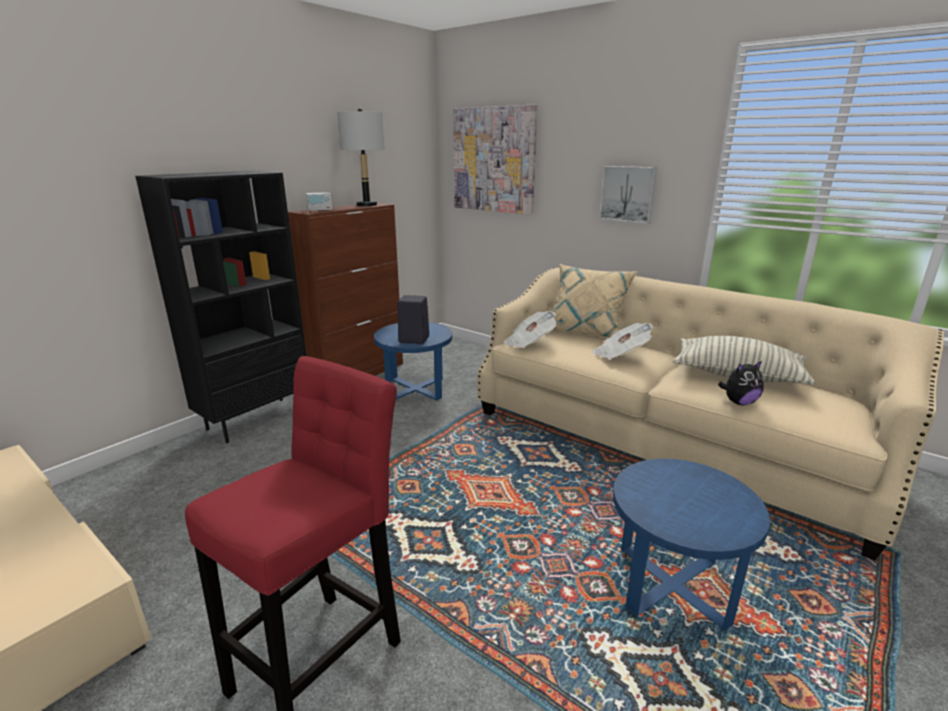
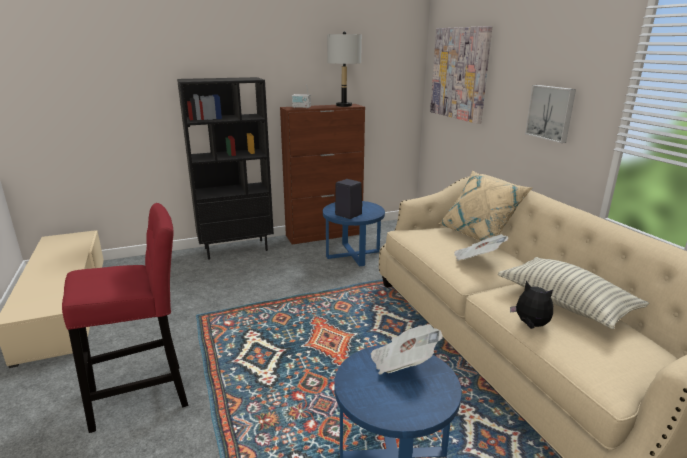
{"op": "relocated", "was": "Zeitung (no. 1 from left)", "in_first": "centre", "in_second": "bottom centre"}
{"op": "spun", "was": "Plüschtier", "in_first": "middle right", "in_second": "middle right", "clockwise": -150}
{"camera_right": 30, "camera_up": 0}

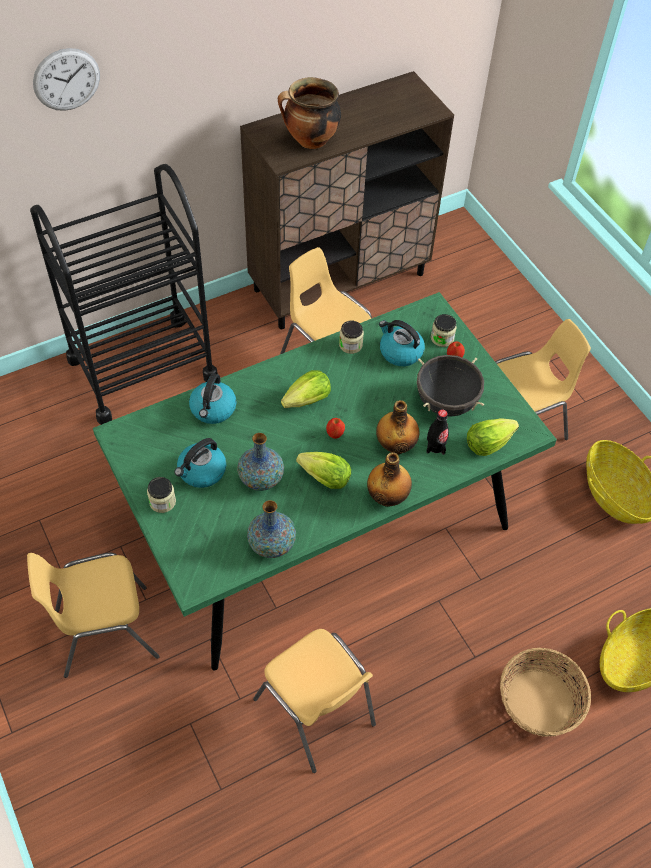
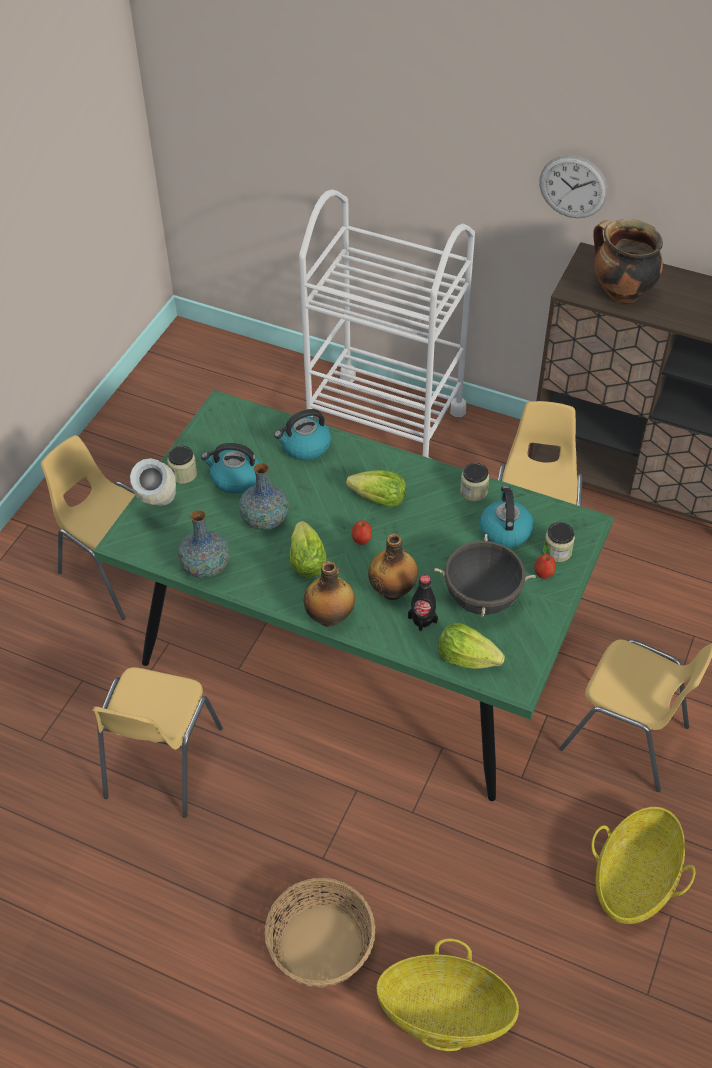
{"op": "relocated", "was": "Wanduhr", "in_first": "top left", "in_second": "top right"}
{"op": "colour", "was": "Rollwagen [schwarz]", "now": "Rollwagen [weiß]", "in_first": "middle left", "in_second": "top centre"}
{"op": "appeared", "now": "Vase (no. 1 from left)", "in_second": "middle left"}
{"camera_right": 55, "camera_up": -5}

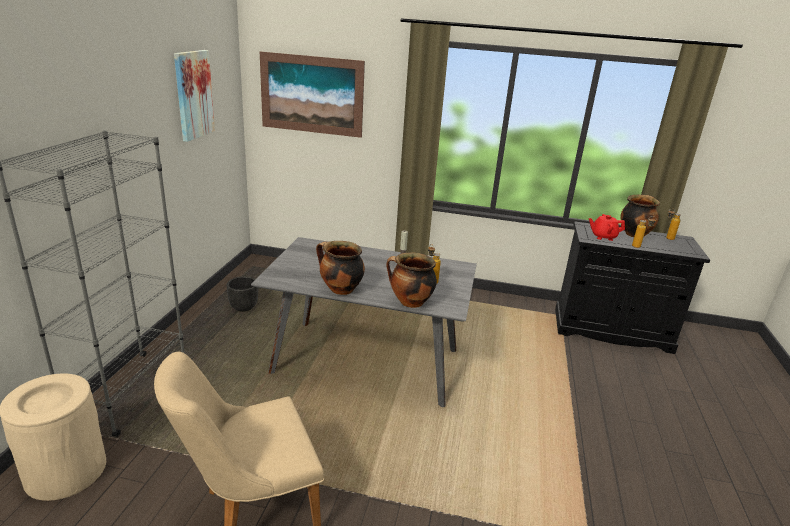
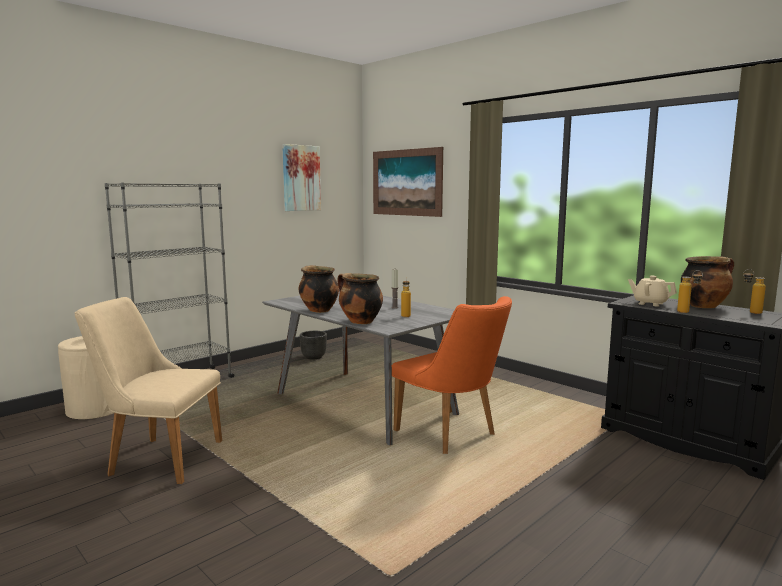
{"op": "colour", "was": "Teekanne [rot]", "now": "Teekanne [beige]", "in_first": "middle right", "in_second": "middle right"}
{"op": "appeared", "now": "Stuhl [orange]", "in_second": "centre"}
{"camera_right": 35, "camera_up": -15}

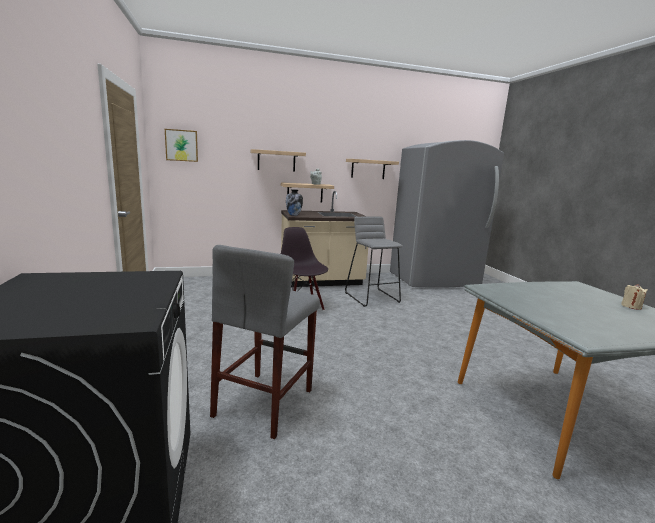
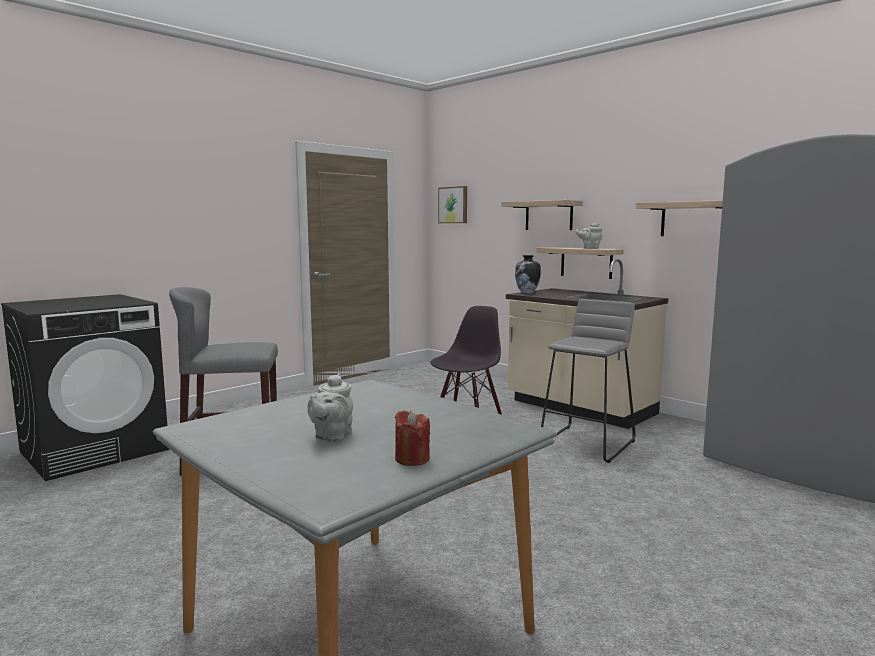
{"op": "colour", "was": "Kerze [beige]", "now": "Kerze [rot]", "in_first": "middle right", "in_second": "bottom centre"}
{"op": "appeared", "now": "Teekanne [grau] (no. 1 from left)", "in_second": "centre"}
{"camera_right": 60, "camera_up": -5}

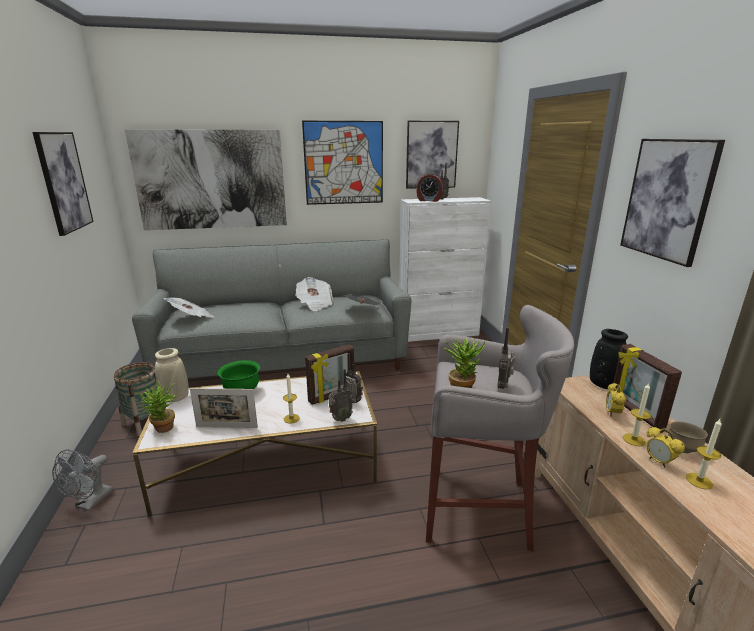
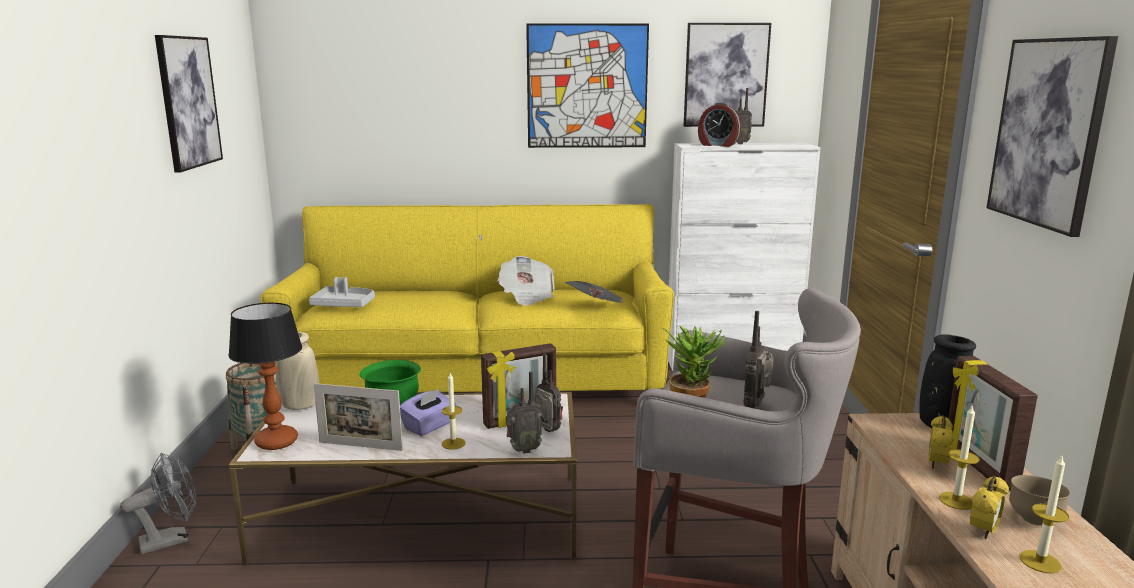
{"op": "missing", "was": "Bild (no. 2 from left)", "in_first": "top left"}
{"op": "colour", "was": "Sofa [grau]", "now": "Sofa [gelb]", "in_first": "centre", "in_second": "centre"}
{"op": "exchanged", "was": "Zeitung (no. 1 from left)", "now": "Tablett [grau]", "in_first": "middle left", "in_second": "middle left"}
{"op": "exchanged", "was": "Topfpflanze (no. 1 from left)", "now": "Tischlampe", "in_first": "middle left", "in_second": "middle left"}
{"op": "spun", "was": "Wecker (no. 3 from left)", "in_first": "bottom right", "in_second": "bottom right", "clockwise": -120}
{"op": "spun", "was": "Ventilator [grau]", "in_first": "bottom left", "in_second": "bottom left", "clockwise": -150}
{"op": "appeared", "now": "Taschentuchbox [lila]", "in_second": "bottom centre"}
{"camera_right": 10, "camera_up": -5}

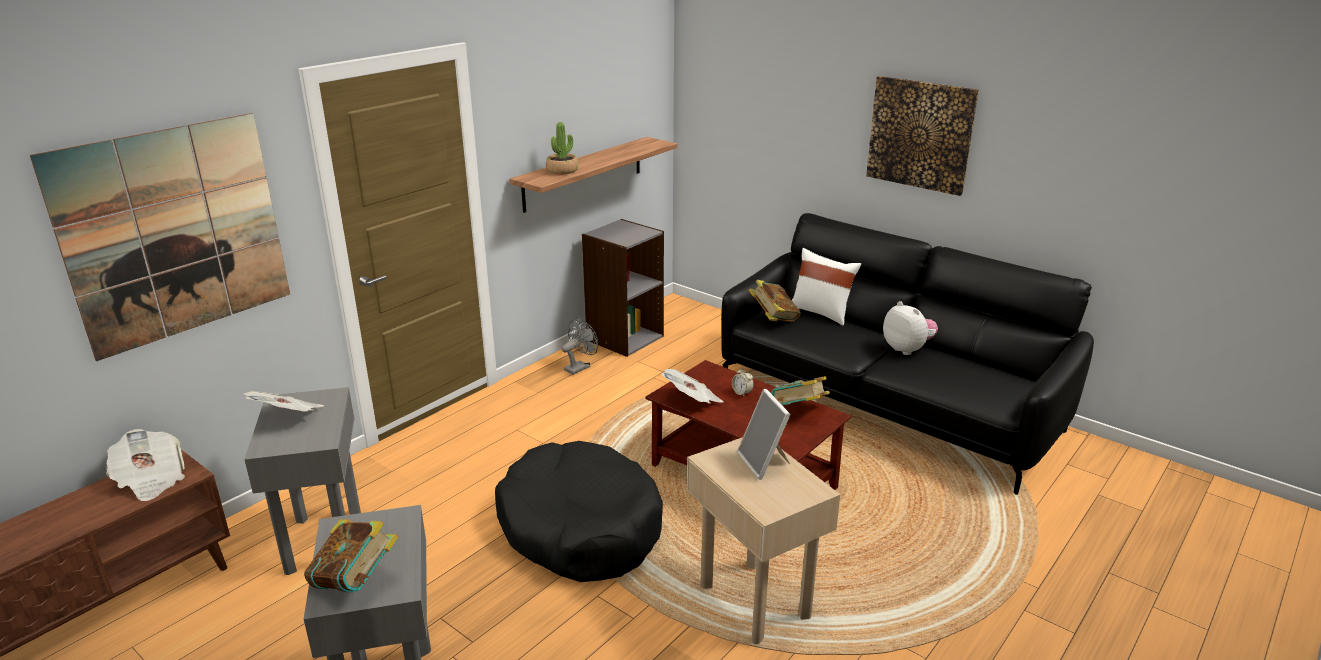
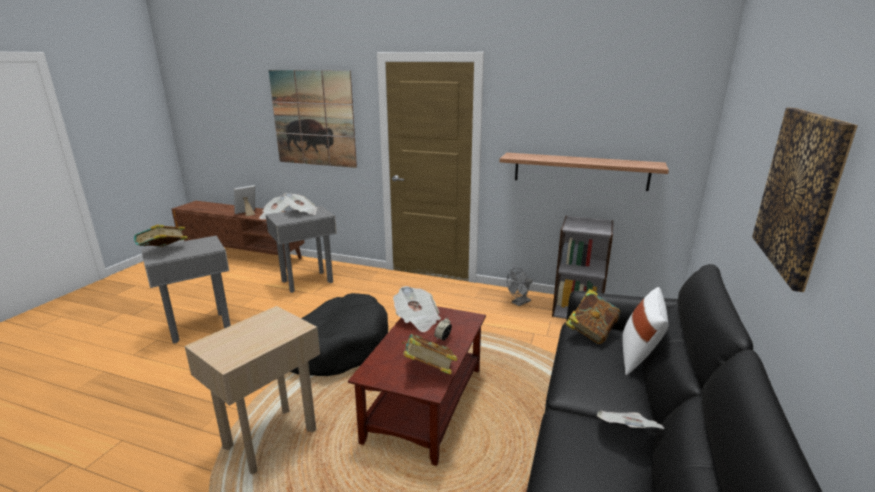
{"op": "missing", "was": "Topfpflanze", "in_first": "top centre"}
{"op": "exchanged", "was": "Plüschtier", "now": "Zeitung (no. 4 from left)", "in_first": "middle right", "in_second": "bottom right"}
{"op": "spun", "was": "Ventilator [grau]", "in_first": "centre", "in_second": "centre", "clockwise": 120}
{"op": "relocated", "was": "Bilderrahmen", "in_first": "centre", "in_second": "middle left"}
{"camera_right": 70, "camera_up": -5}

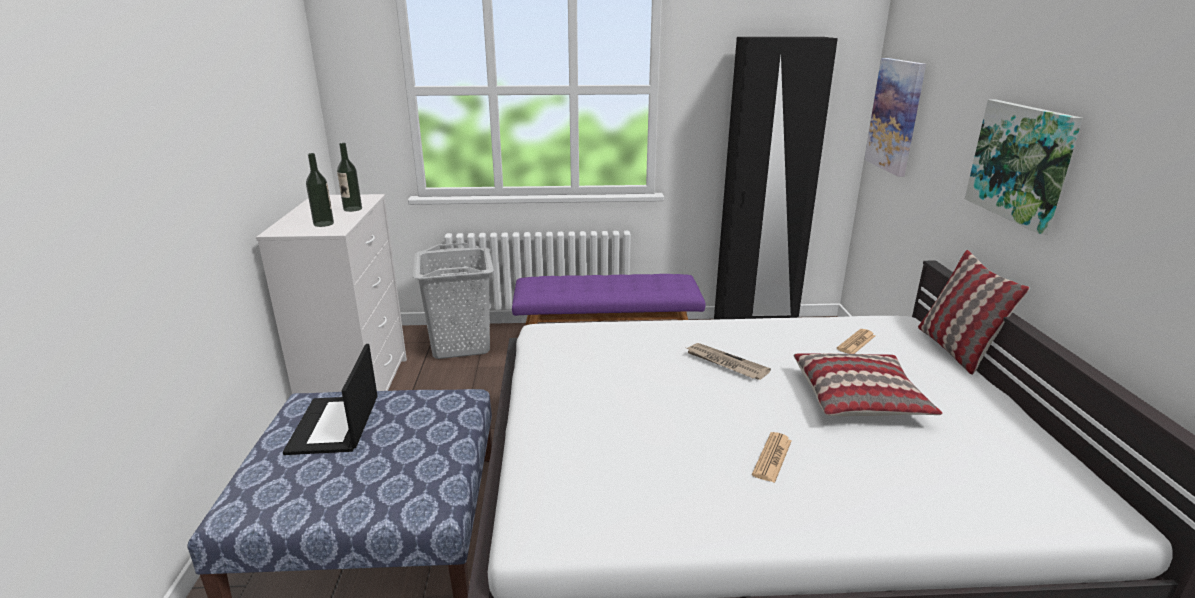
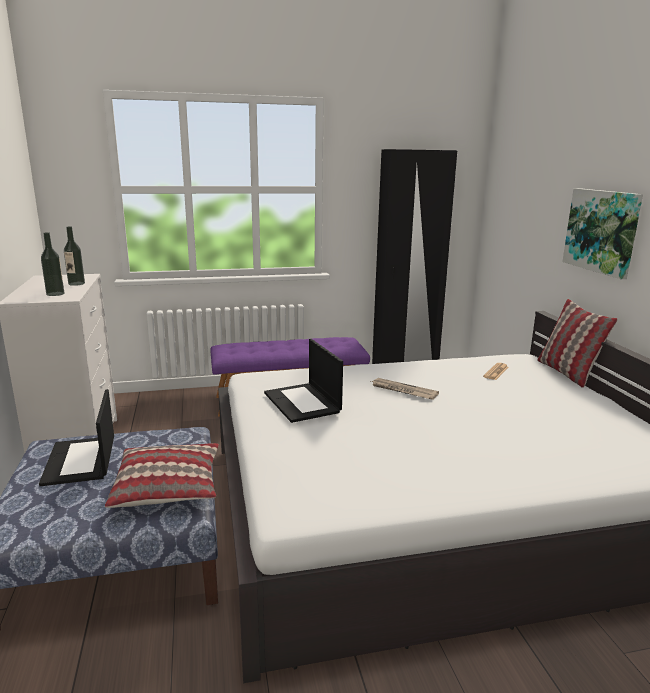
{"op": "missing", "was": "Bild (no. 1 from left)", "in_first": "top right"}
{"op": "missing", "was": "Wäschekorb [grau]", "in_first": "centre"}
{"op": "relocated", "was": "Kissen (no. 1 from left)", "in_first": "middle right", "in_second": "bottom left"}
{"op": "missing", "was": "Zeitung (no. 2 from left)", "in_first": "bottom centre"}
{"op": "appeared", "now": "Laptop (no. 2 from left)", "in_second": "centre"}
{"camera_right": -10, "camera_up": -5}

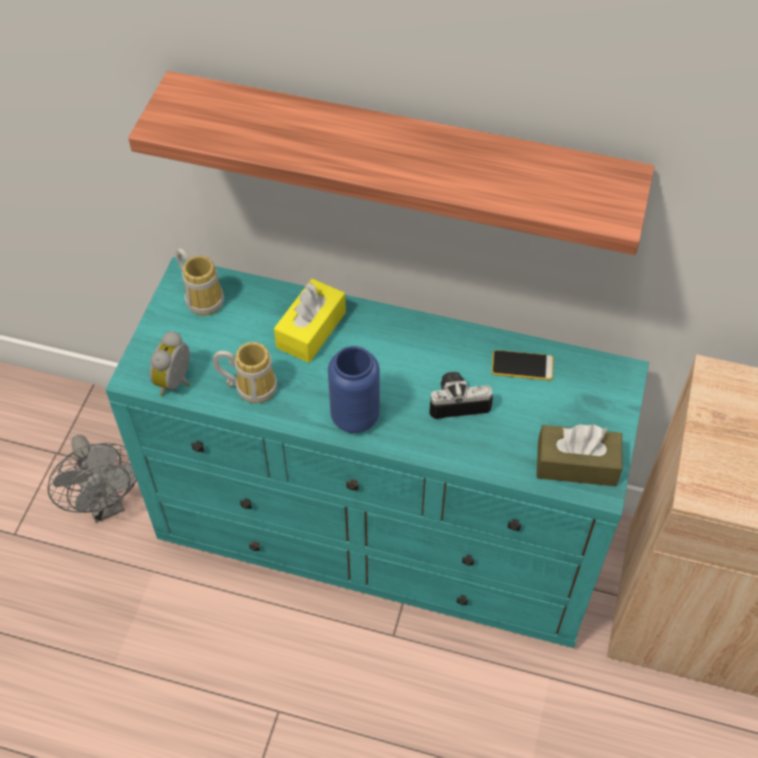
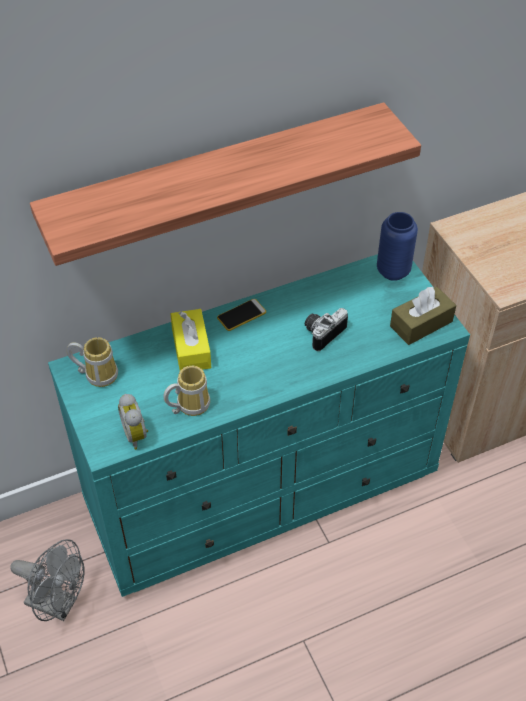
{"op": "relocated", "was": "Vase [blau]", "in_first": "centre", "in_second": "middle right"}
{"op": "relocated", "was": "Handy", "in_first": "middle right", "in_second": "centre"}
{"camera_right": -40, "camera_up": -5}

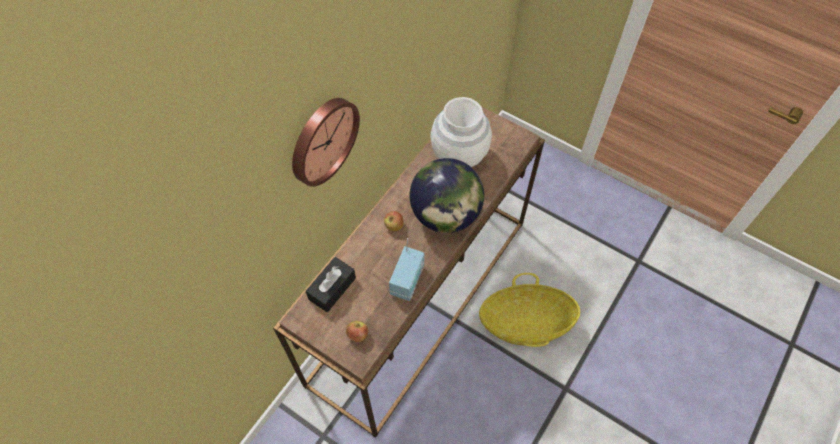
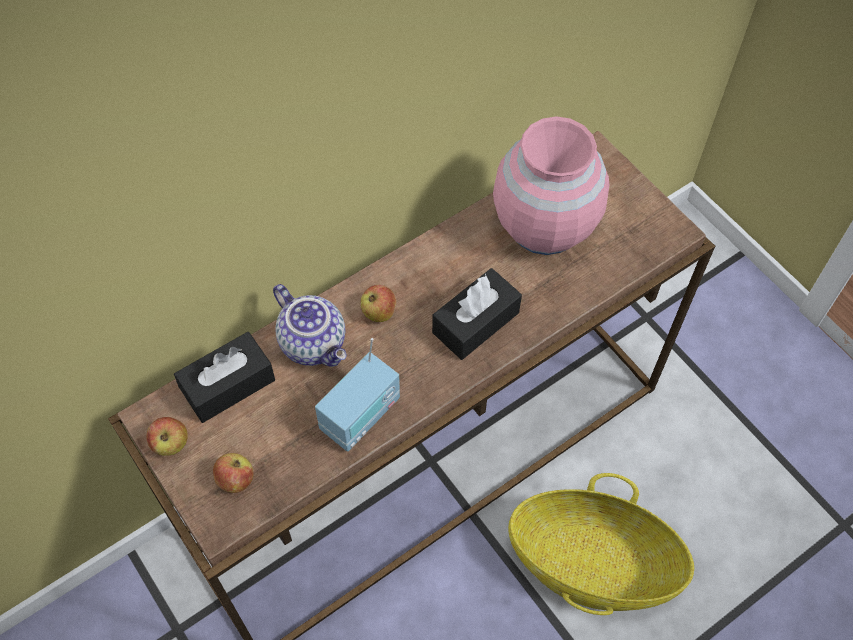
{"op": "colour", "was": "Vase [weiß]", "now": "Vase [rosa]", "in_first": "top centre", "in_second": "top centre"}
{"op": "missing", "was": "Wanduhr", "in_first": "top centre"}
{"op": "exchanged", "was": "Globus", "now": "Taschentuchbox [schwarz] (no. 2 from left)", "in_first": "centre", "in_second": "centre"}
{"op": "appeared", "now": "Teekanne", "in_second": "centre"}
{"op": "appeared", "now": "Apfel (no. 1 from left)", "in_second": "bottom left"}
{"camera_right": 20, "camera_up": 0}

